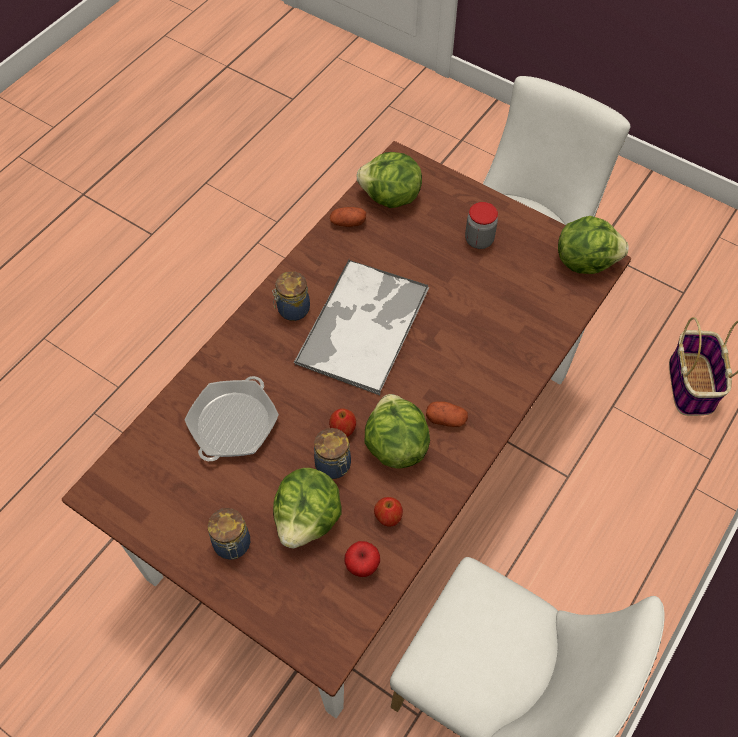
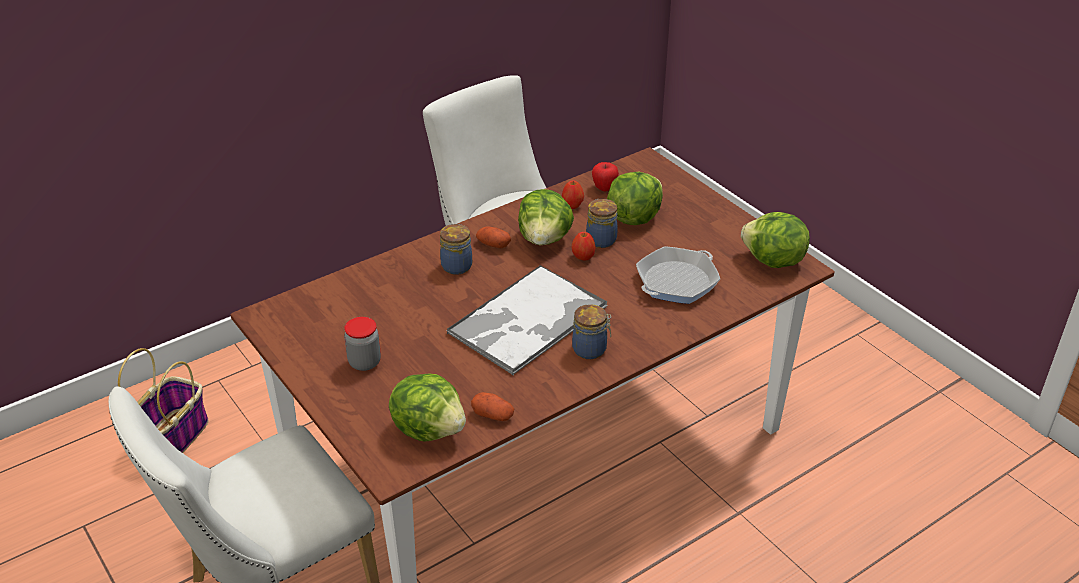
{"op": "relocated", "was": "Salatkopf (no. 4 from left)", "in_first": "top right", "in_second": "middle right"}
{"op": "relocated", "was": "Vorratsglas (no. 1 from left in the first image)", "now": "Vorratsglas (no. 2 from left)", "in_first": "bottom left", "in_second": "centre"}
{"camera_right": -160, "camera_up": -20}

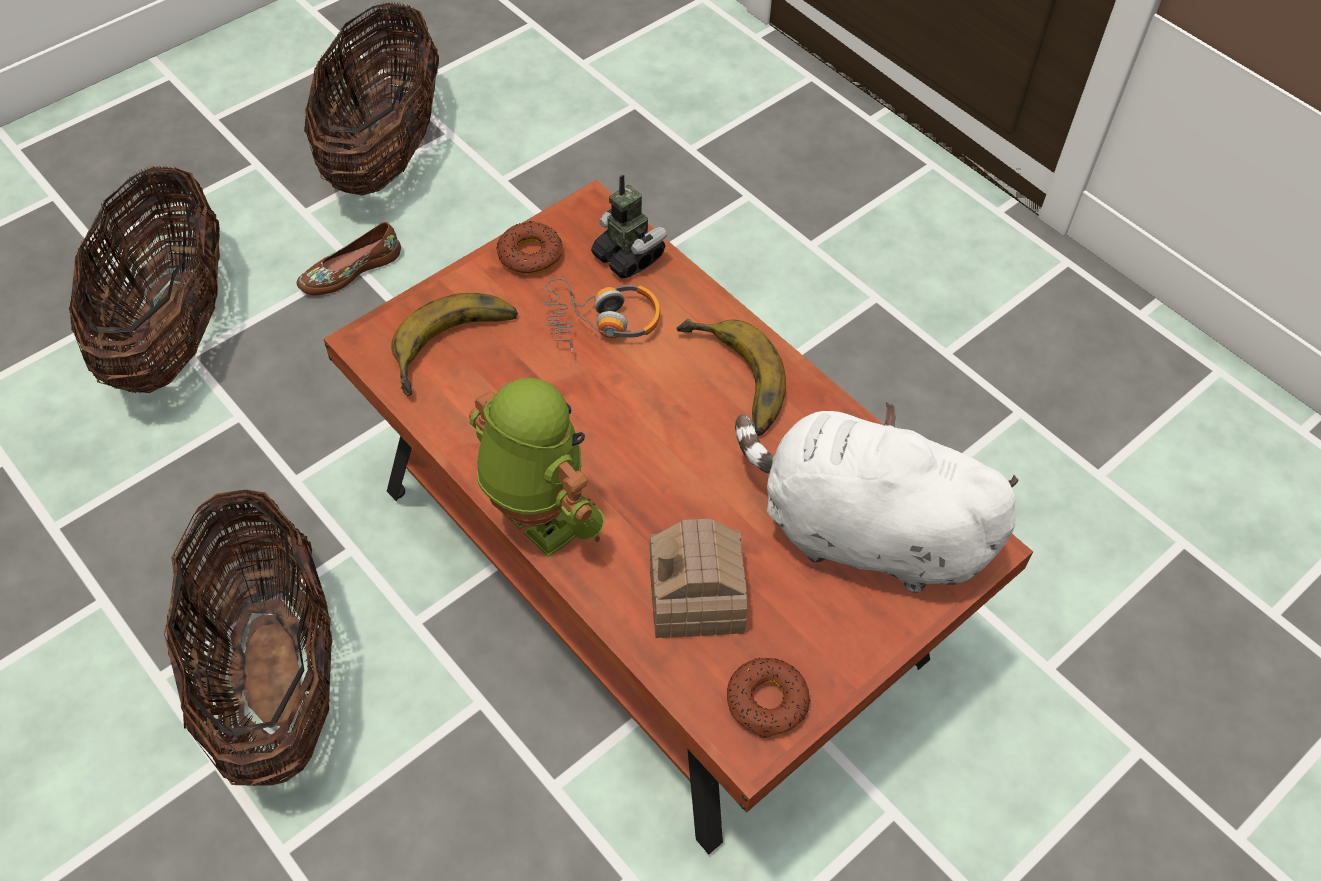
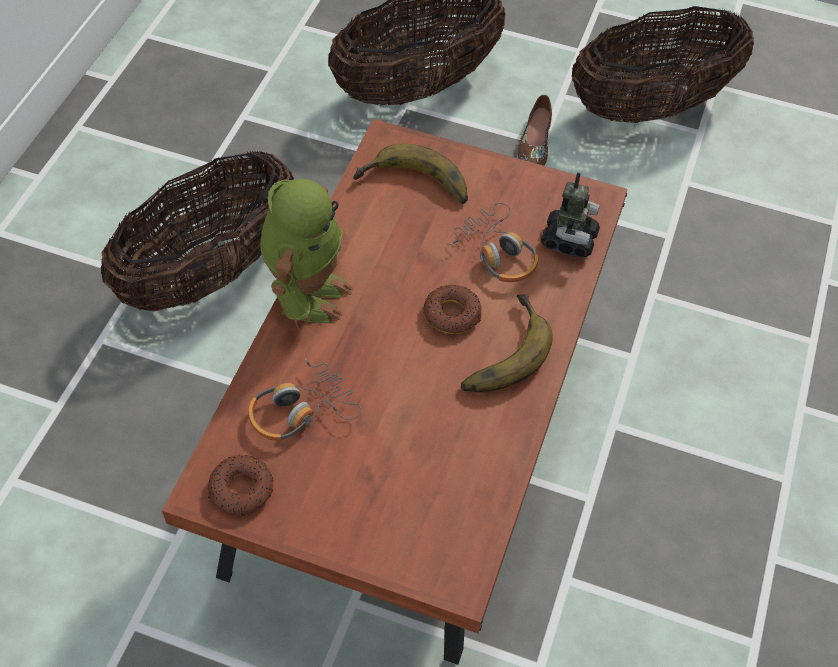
{"op": "relocated", "was": "Donut (no. 1 from left in the first image)", "now": "Donut (no. 2 from left)", "in_first": "top centre", "in_second": "centre"}
{"op": "spun", "was": "Schuh [braun]", "in_first": "top left", "in_second": "top centre", "clockwise": -105}
{"op": "missing", "was": "Plüschtier [weiß]", "in_first": "centre"}
{"op": "exchanged", "was": "Spielzeughaus", "now": "Kopfhörer (no. 1 from left)", "in_first": "centre", "in_second": "centre"}
{"camera_right": 60, "camera_up": 0}

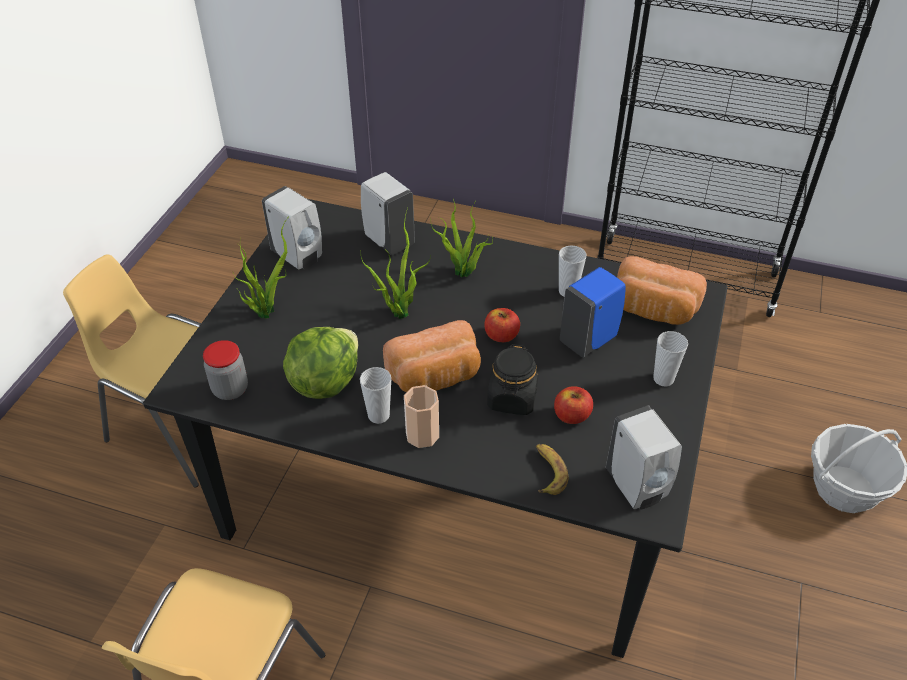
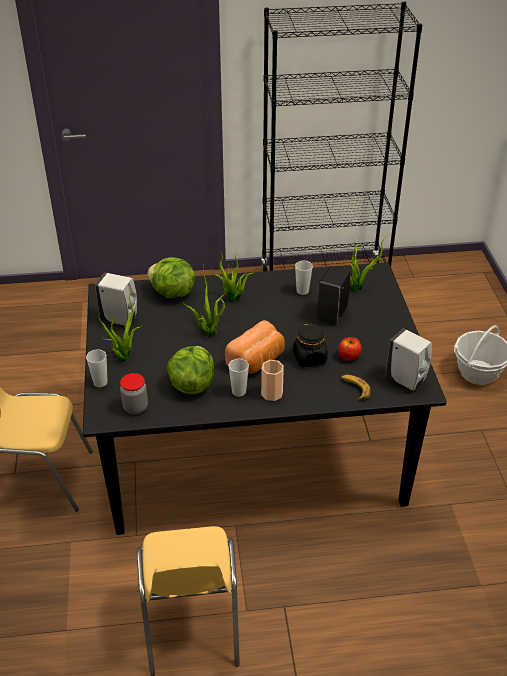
{"op": "exchanged", "was": "Seifenspender [weiß] (no. 2 from left)", "now": "Salatkopf (no. 1 from left)", "in_first": "top centre", "in_second": "centre"}
{"op": "exchanged", "was": "Brot (no. 2 from left)", "now": "Topfpflanze (no. 4 from left)", "in_first": "middle right", "in_second": "middle right"}
{"op": "colour", "was": "Seifenspender [blau]", "now": "Seifenspender [schwarz]", "in_first": "centre", "in_second": "centre"}
{"op": "missing", "was": "Apfel (no. 1 from left)", "in_first": "centre"}
{"op": "relocated", "was": "Tasse (no. 4 from left in the first image)", "now": "Tasse (no. 1 from left)", "in_first": "middle right", "in_second": "middle left"}
{"camera_right": -25, "camera_up": -5}

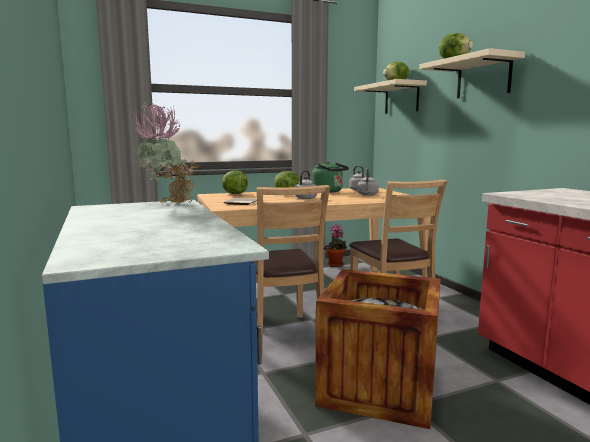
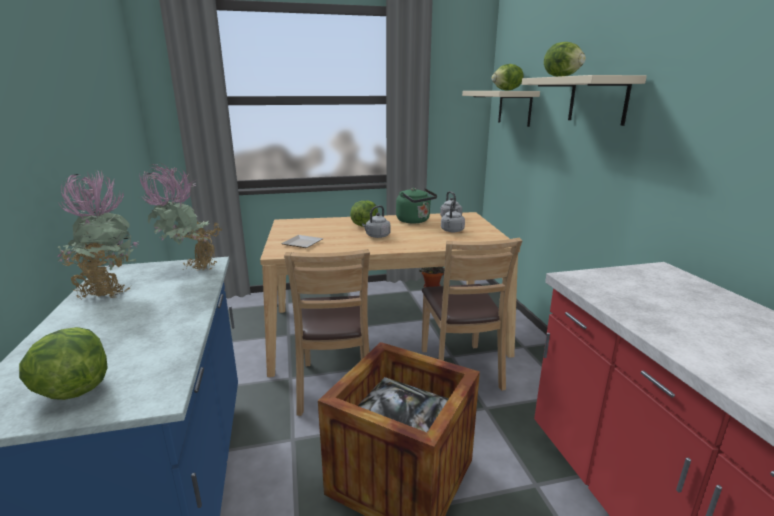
{"op": "relocated", "was": "Salatkopf (no. 1 from left)", "in_first": "centre", "in_second": "bottom left"}
{"op": "appeared", "now": "Topfpflanze (no. 1 from left)", "in_second": "middle left"}
{"camera_right": 10, "camera_up": 10}

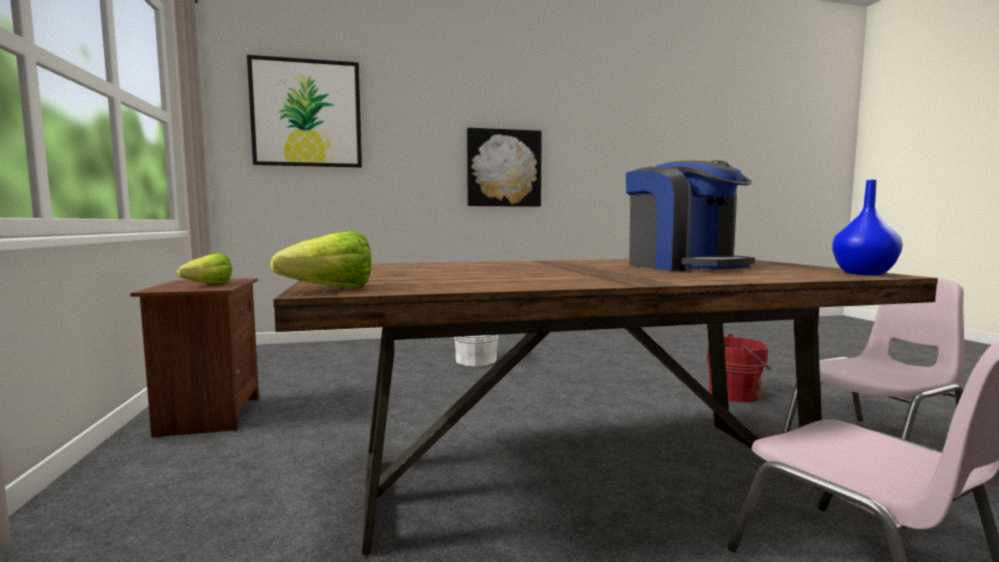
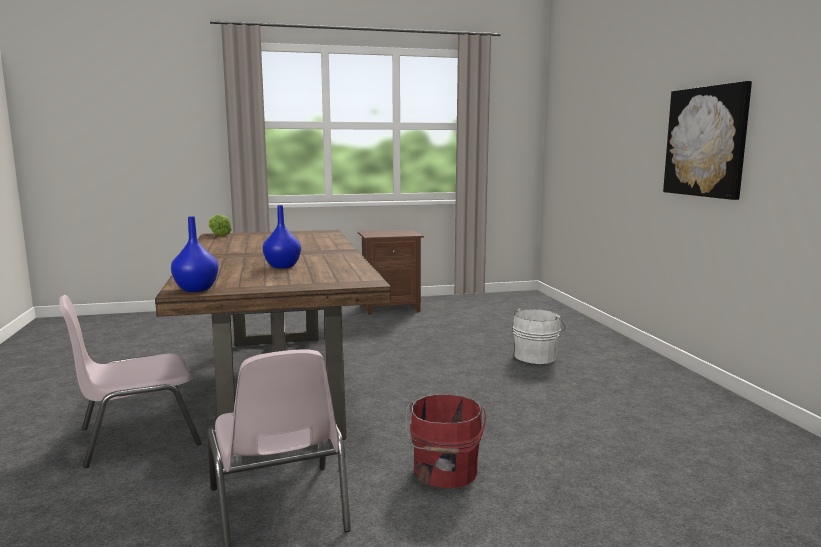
{"op": "missing", "was": "Bild (no. 1 from left)", "in_first": "top left"}
{"op": "exchanged", "was": "Kaffeemaschine", "now": "Vase [blau] (no. 2 from left)", "in_first": "middle right", "in_second": "centre"}
{"op": "missing", "was": "Salatkopf (no. 1 from left)", "in_first": "middle left"}
{"camera_right": 90, "camera_up": 5}

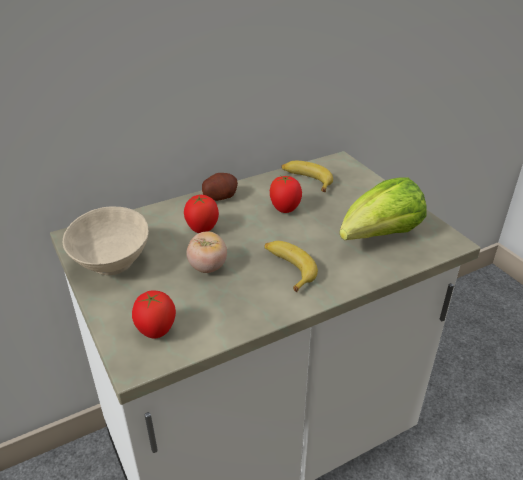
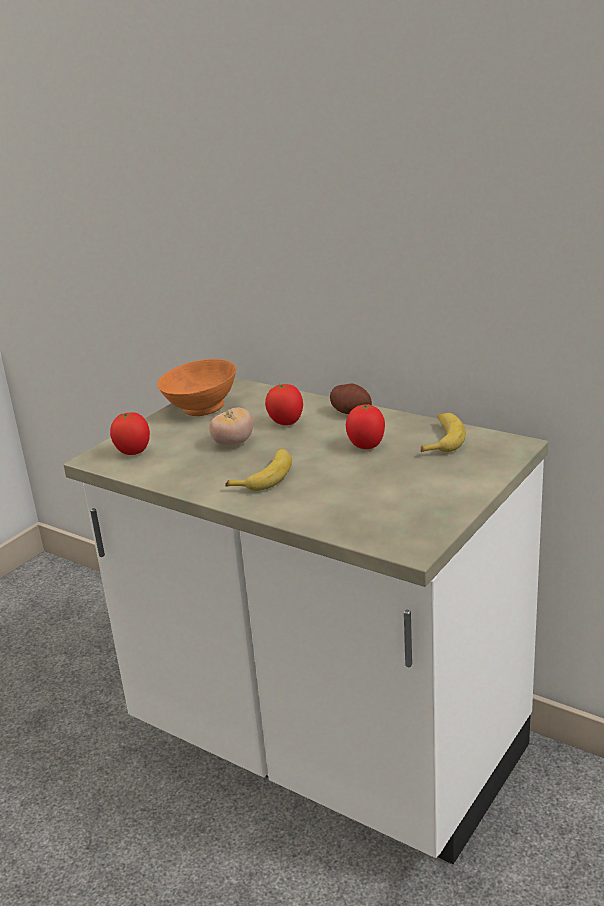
{"op": "missing", "was": "Salatkopf", "in_first": "middle right"}
{"op": "colour", "was": "Schüssel [beige]", "now": "Schüssel [orange]", "in_first": "middle left", "in_second": "middle left"}
{"camera_right": 65, "camera_up": -10}

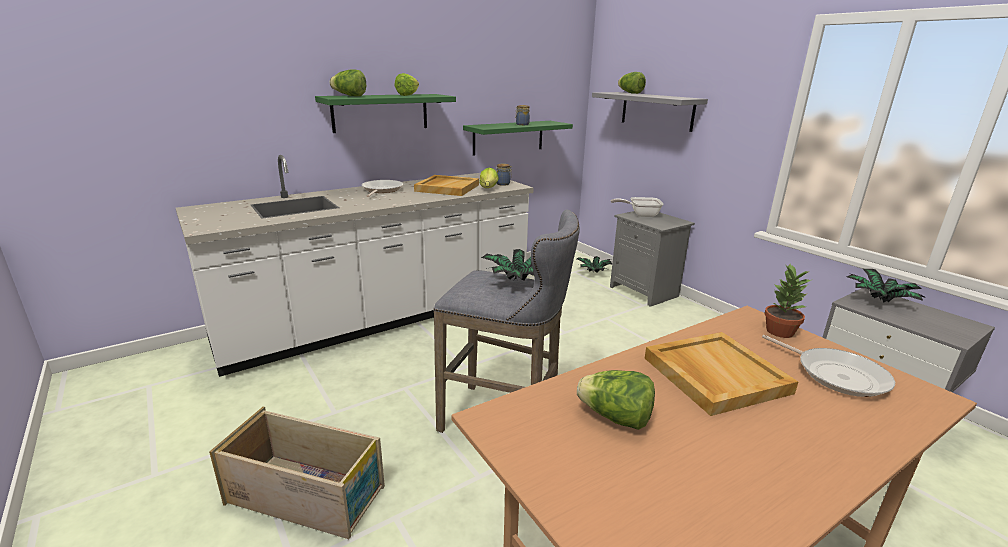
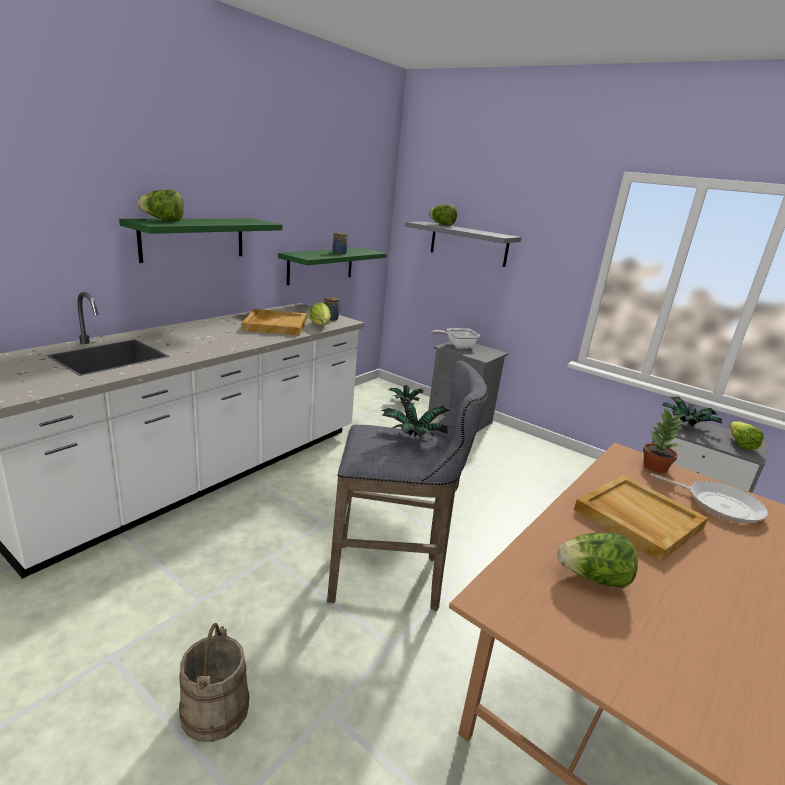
{"op": "relocated", "was": "Salatkopf (no. 2 from left in the first image)", "now": "Salatkopf (no. 5 from left)", "in_first": "top centre", "in_second": "middle right"}
{"op": "missing", "was": "Pfanne (no. 1 from left)", "in_first": "centre"}
{"op": "exchanged", "was": "Kiste", "now": "Eimer [beige]", "in_first": "bottom left", "in_second": "bottom left"}
{"camera_right": -20, "camera_up": 0}

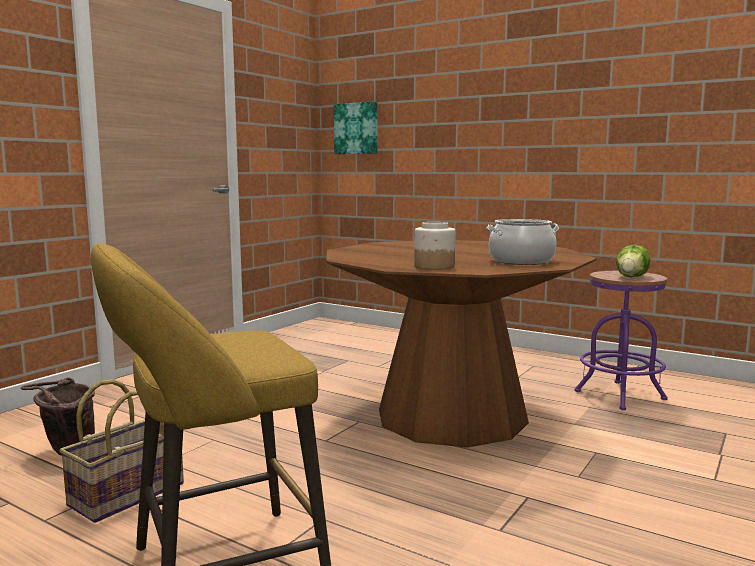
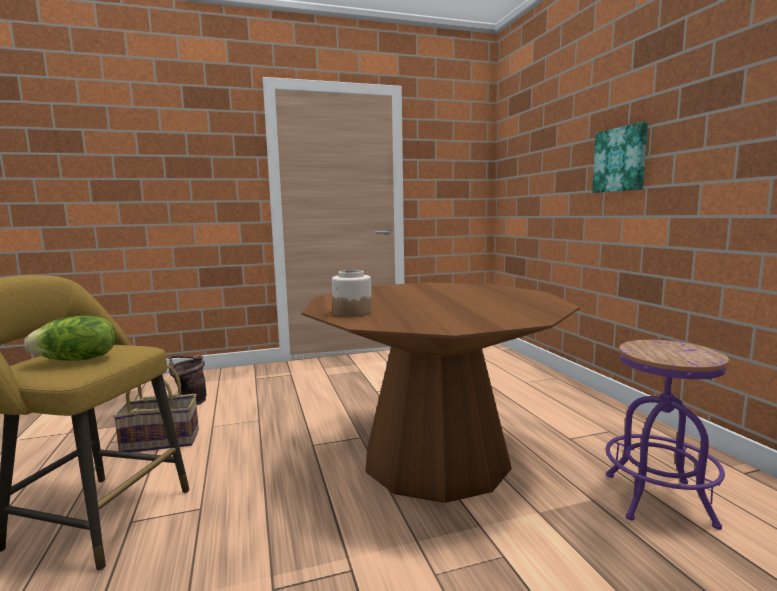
{"op": "relocated", "was": "Bild", "in_first": "top centre", "in_second": "top right"}
{"op": "missing", "was": "Kochtopf", "in_first": "middle right"}
{"op": "relocated", "was": "Salatkopf", "in_first": "middle right", "in_second": "middle left"}
{"camera_right": 40, "camera_up": 0}

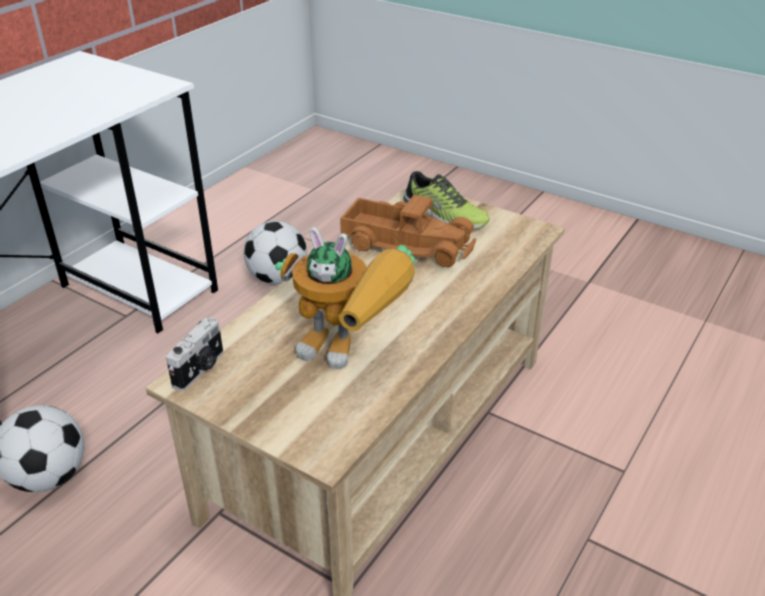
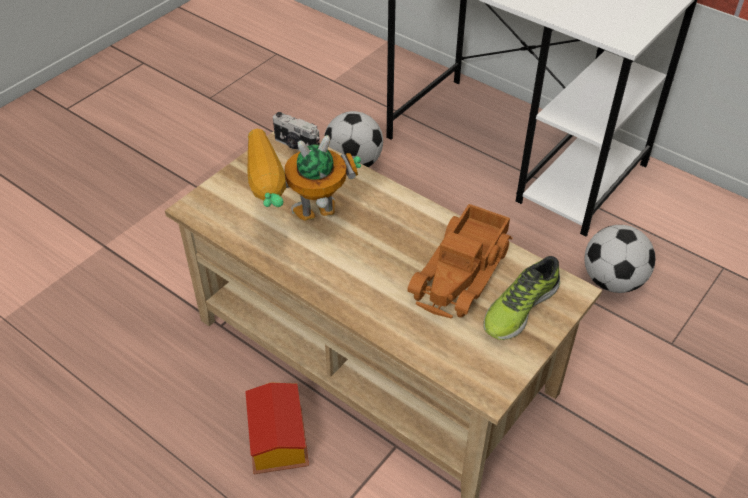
{"op": "spun", "was": "Spielzeugroboter", "in_first": "centre", "in_second": "centre", "clockwise": 45}
{"op": "appeared", "now": "Spielzeughaus", "in_second": "bottom centre"}
{"camera_right": 95, "camera_up": 10}

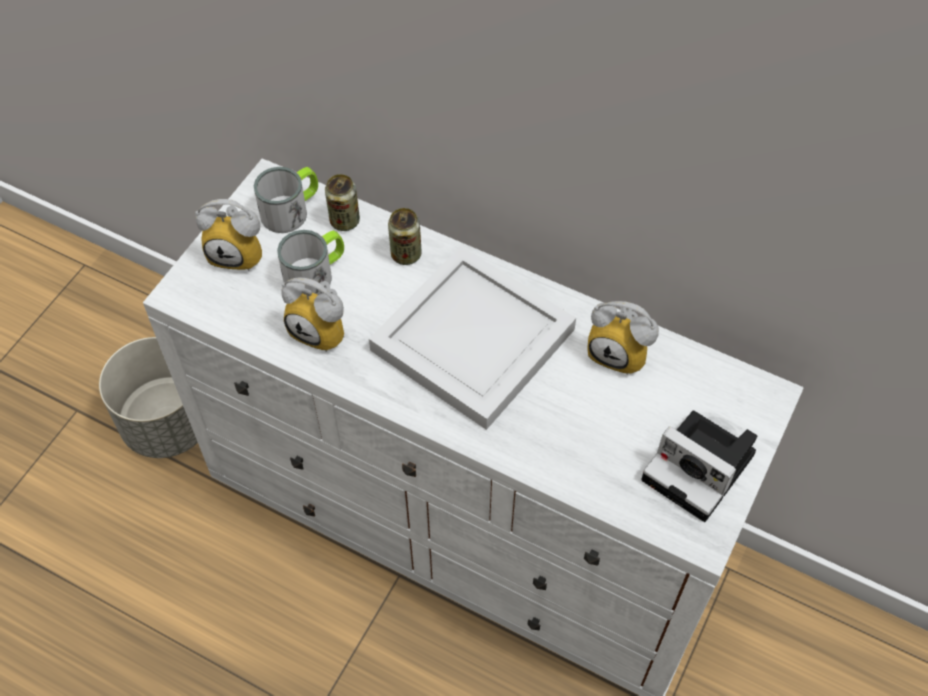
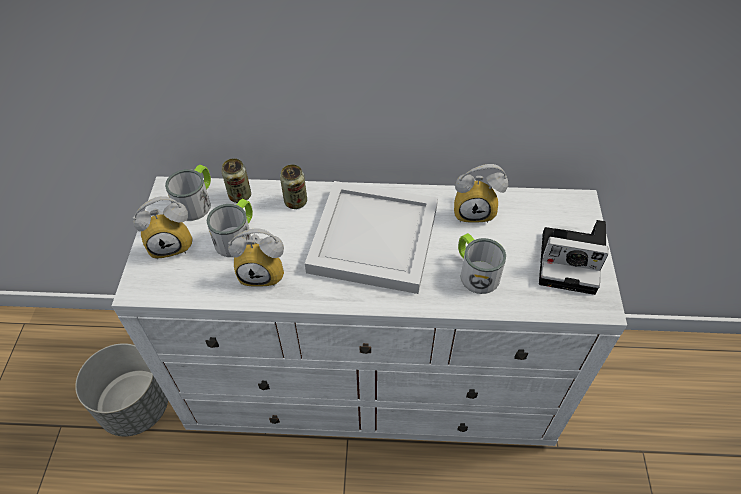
{"op": "appeared", "now": "Henkelbecher (no. 3 from left)", "in_second": "centre"}
{"camera_right": -25, "camera_up": -5}

